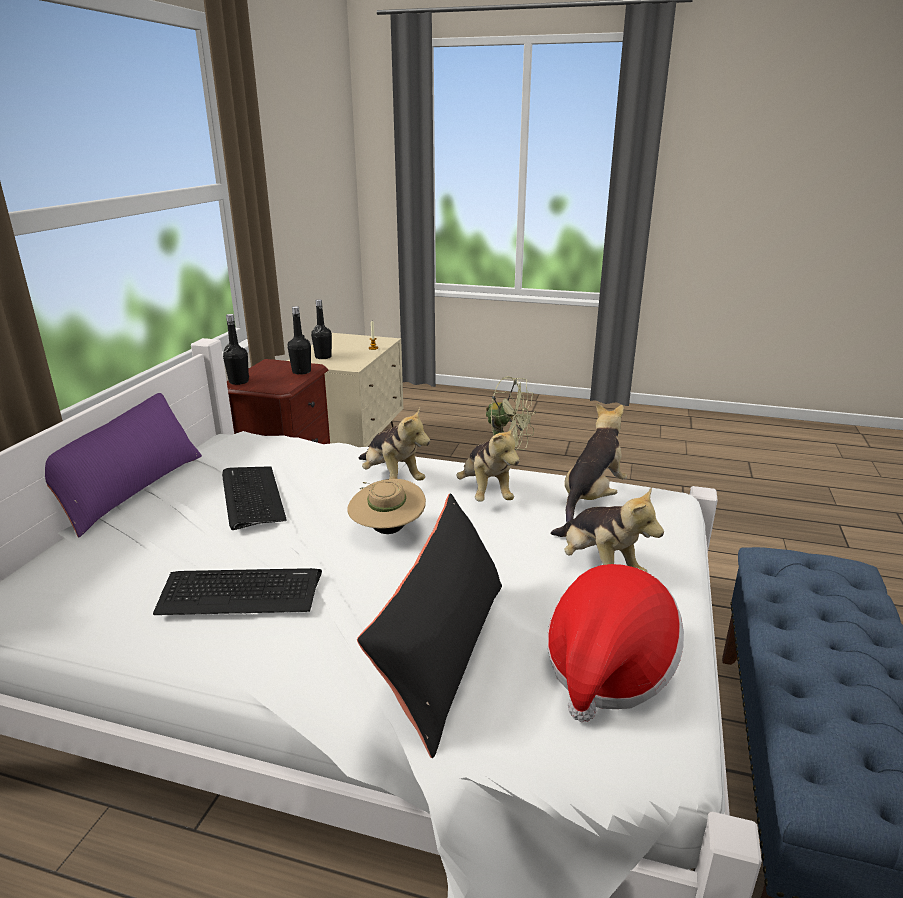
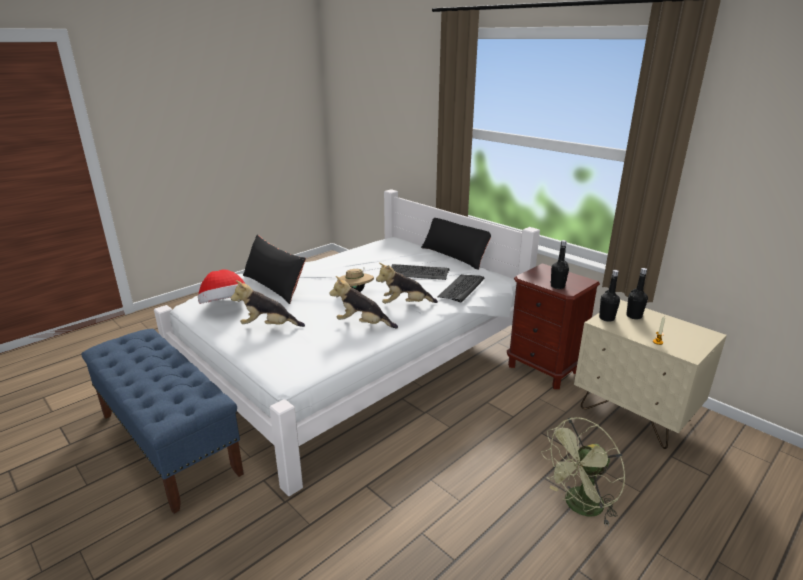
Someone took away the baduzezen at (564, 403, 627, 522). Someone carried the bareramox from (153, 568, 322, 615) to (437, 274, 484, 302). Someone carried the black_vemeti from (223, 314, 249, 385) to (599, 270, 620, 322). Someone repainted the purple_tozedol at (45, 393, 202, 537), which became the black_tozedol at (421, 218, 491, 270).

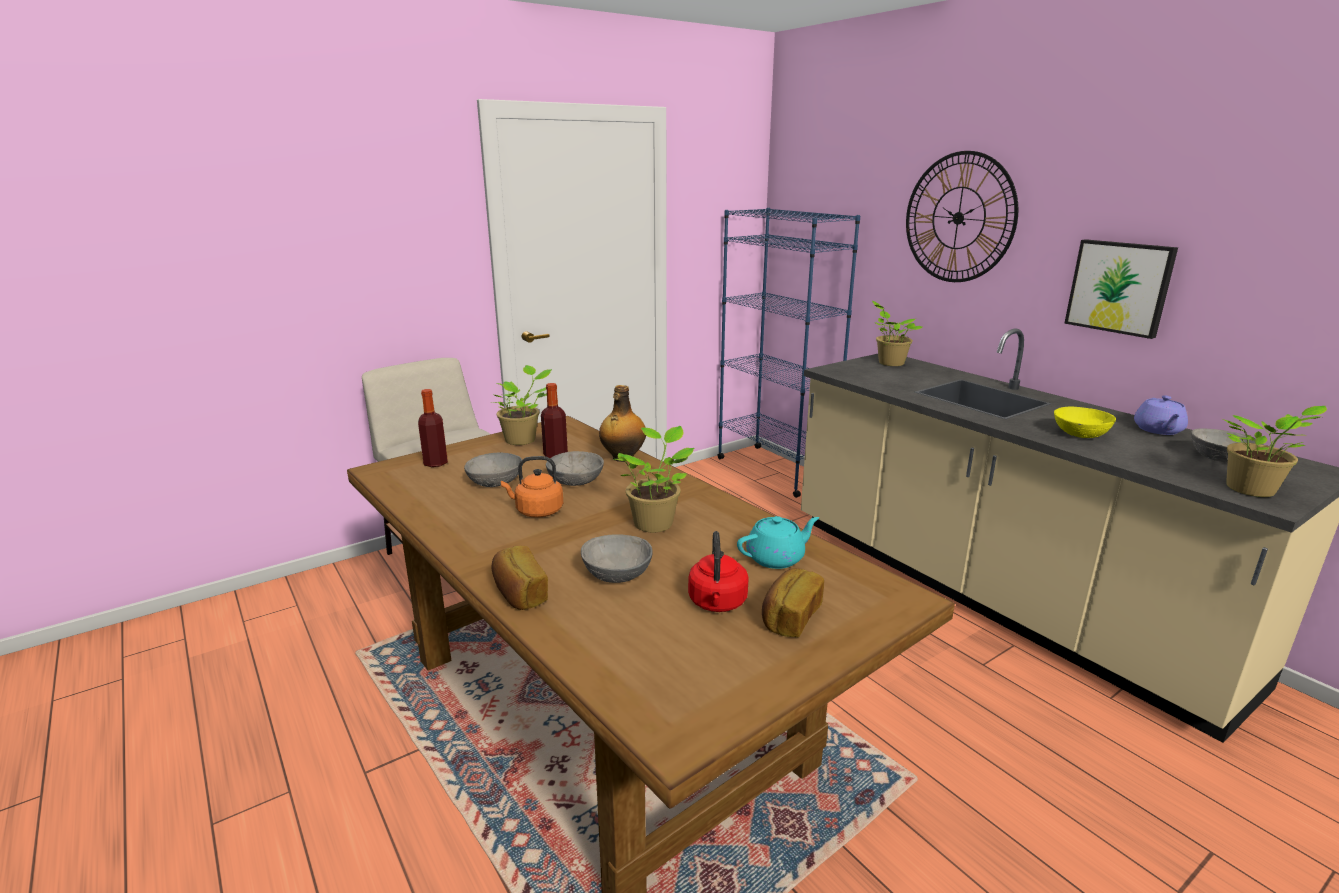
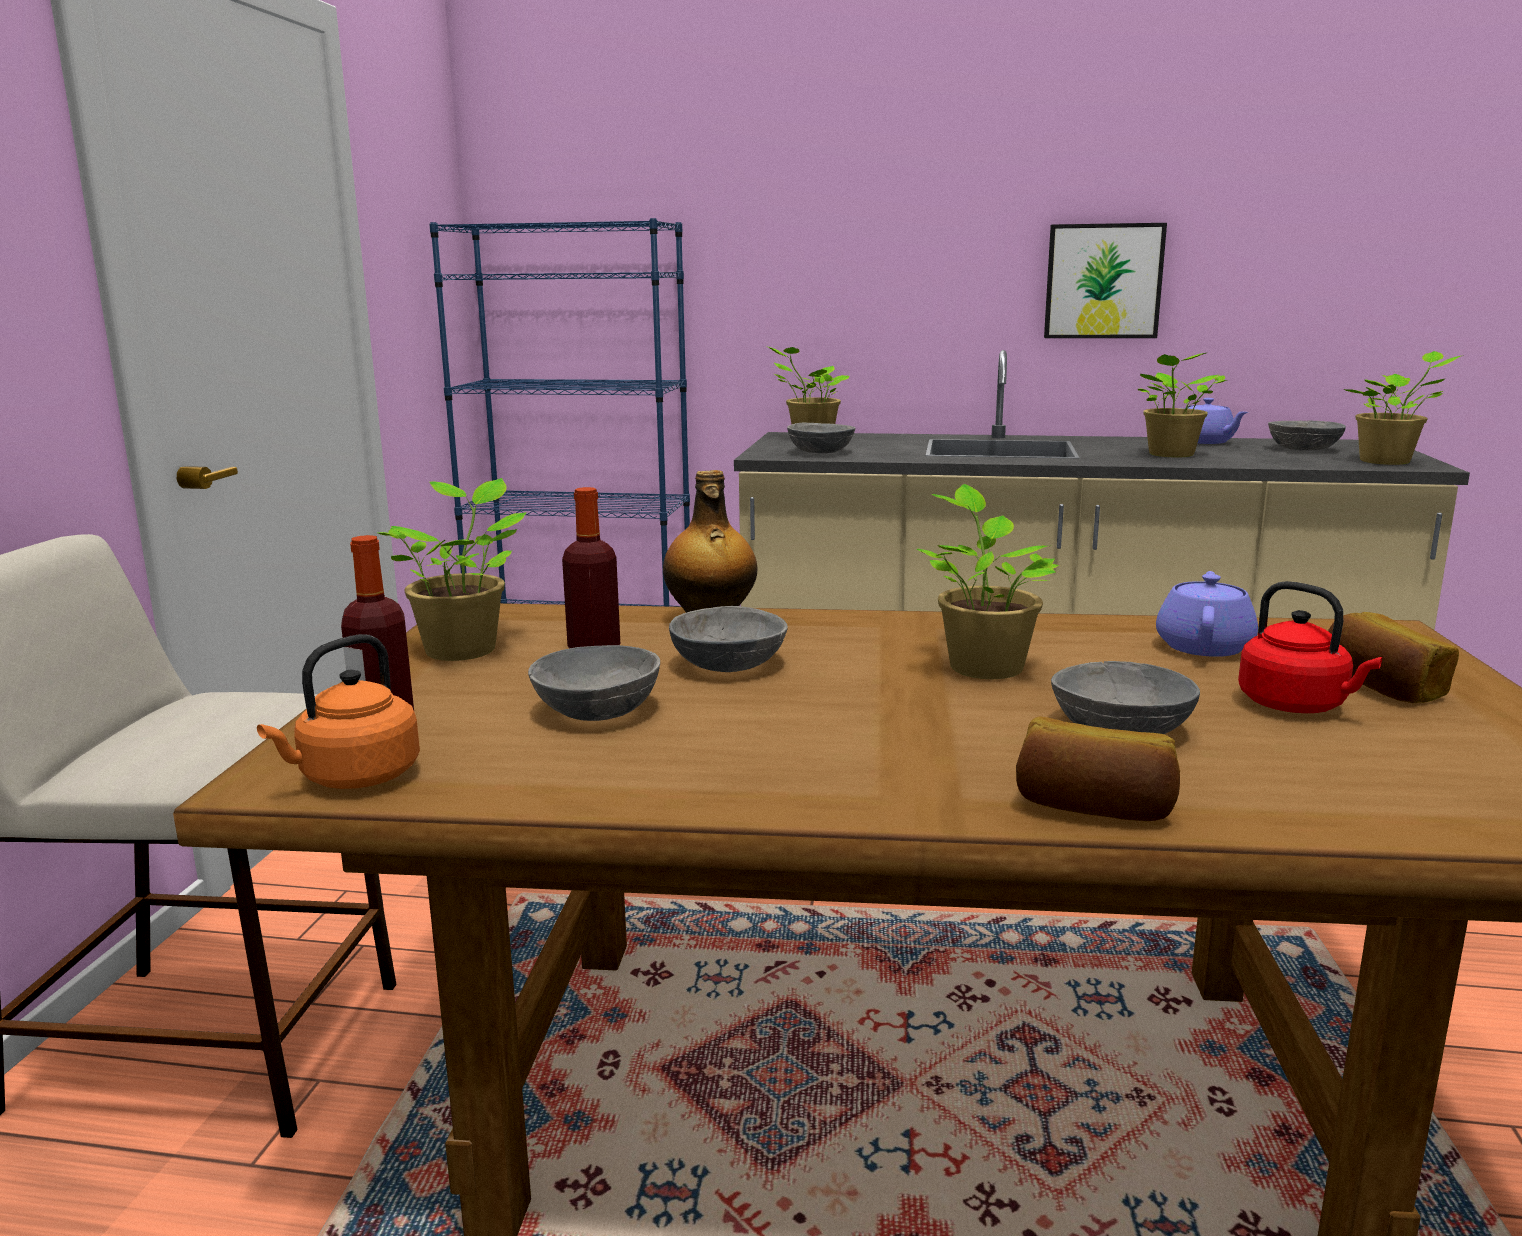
Someone took away the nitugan at (906, 151, 1018, 282). Someone put down the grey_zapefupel at (787, 423, 855, 453). Someone carried the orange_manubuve from (501, 456, 563, 518) to (257, 634, 420, 789). Someone swapped the yellow_zapefupel at (1054, 407, 1116, 438) for the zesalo at (1138, 352, 1226, 457). Someone repainted the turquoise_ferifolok at (737, 516, 819, 569), which became the purple_ferifolok at (1156, 571, 1258, 657).

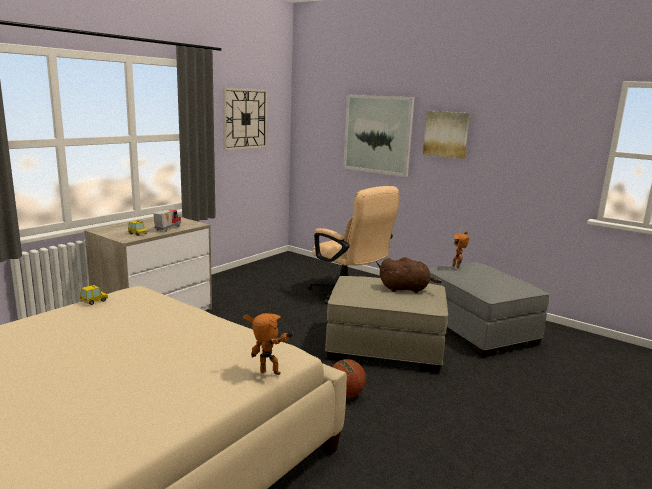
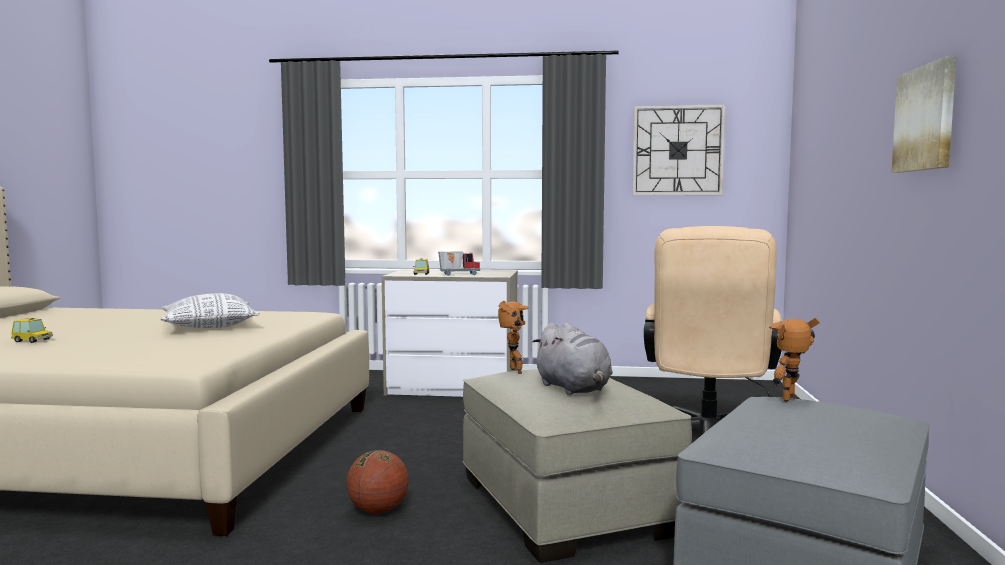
Someone took away the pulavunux at (343, 94, 415, 177). Someone put down the tozedol at (161, 293, 260, 328). Someone carried the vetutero from (80, 285, 108, 305) to (11, 318, 53, 343). Someone carried the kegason from (243, 313, 294, 375) to (498, 301, 528, 374). Someone repainted the brown_baduzezen at (380, 257, 442, 293), which became the grey_baduzezen at (532, 323, 613, 395).

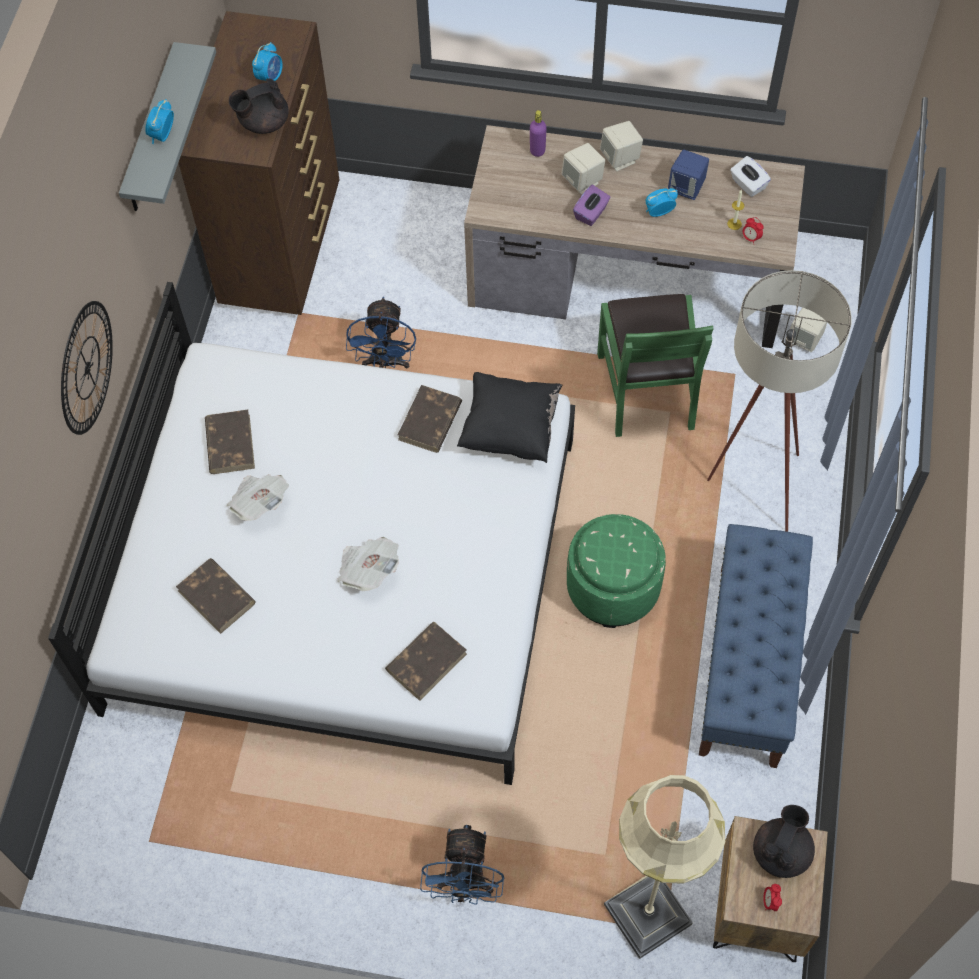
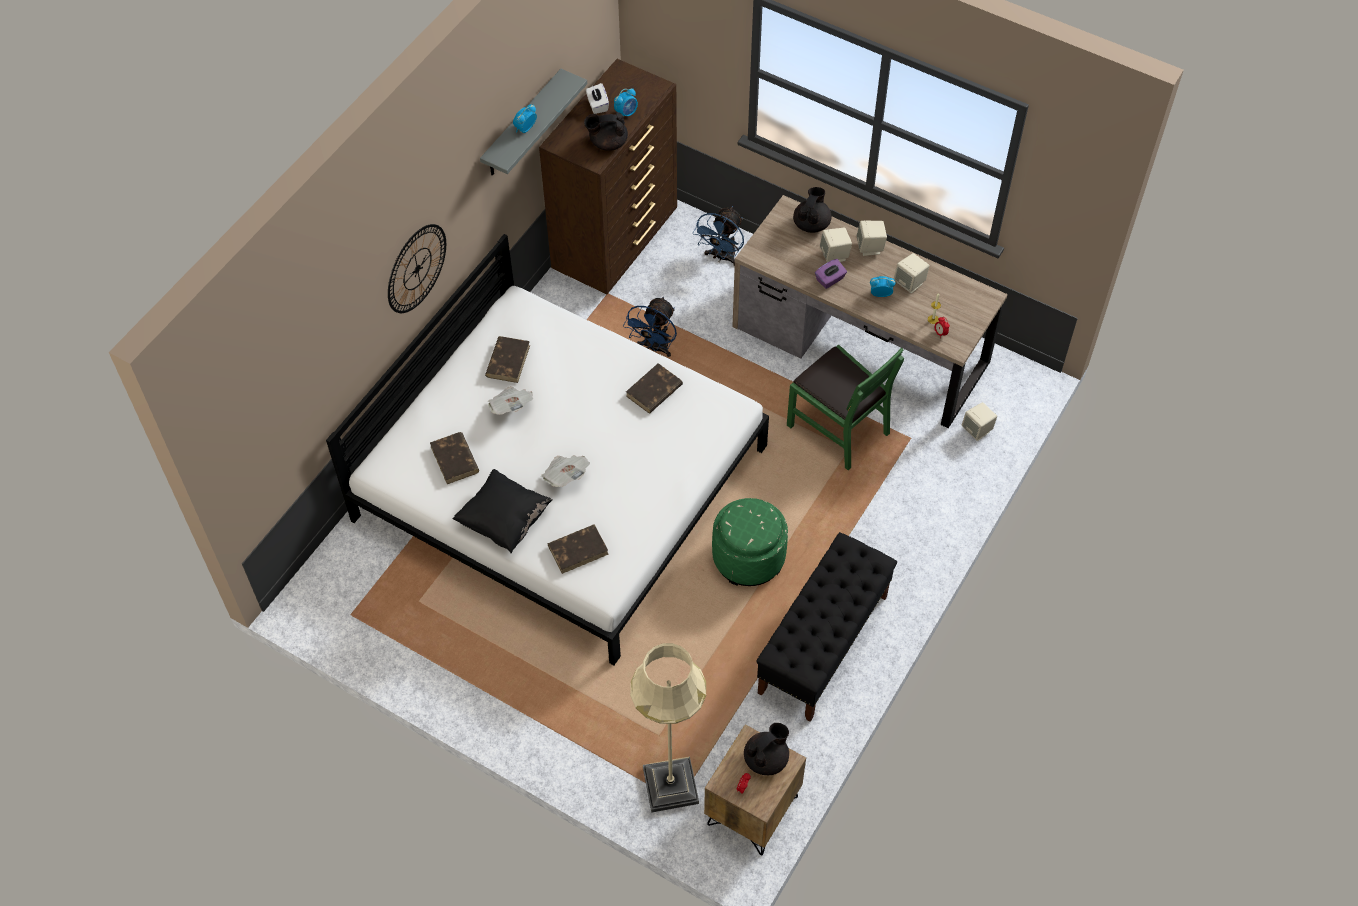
Someone took away the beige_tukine at (707, 270, 851, 532). Someone carried the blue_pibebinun from (420, 825, 504, 905) to (693, 206, 744, 266). Someone carried the black_tozedol from (457, 372, 562, 463) to (452, 469, 553, 553). Someone carried the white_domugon from (730, 156, 771, 197) to (586, 83, 609, 114). Someone swapped the purple_vemeti at (530, 110, 547, 157) for the black_ferifolok at (793, 187, 832, 233). Someone repainted the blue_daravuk at (668, 150, 709, 200), which became the beige_daravuk at (894, 253, 929, 294). Someone repainted the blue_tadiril at (699, 524, 813, 768), which became the black_tadiril at (756, 532, 897, 722). Someone rotated the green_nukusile at (597, 294, 713, 437) by 60 degrees counterclockwise.

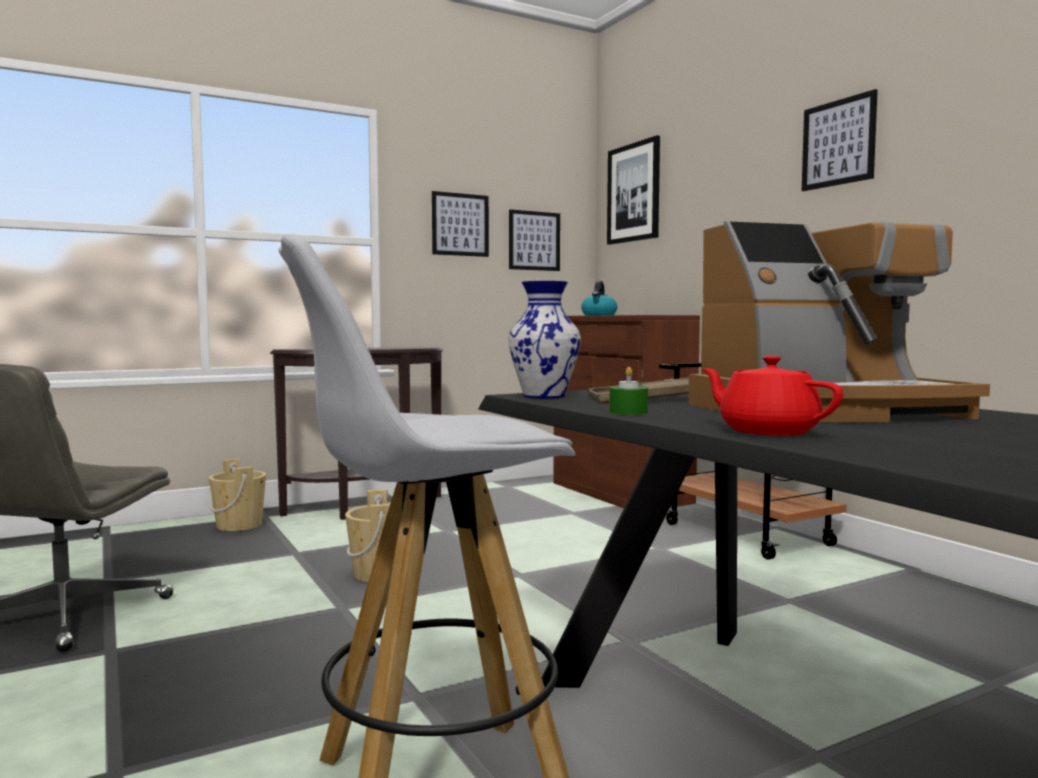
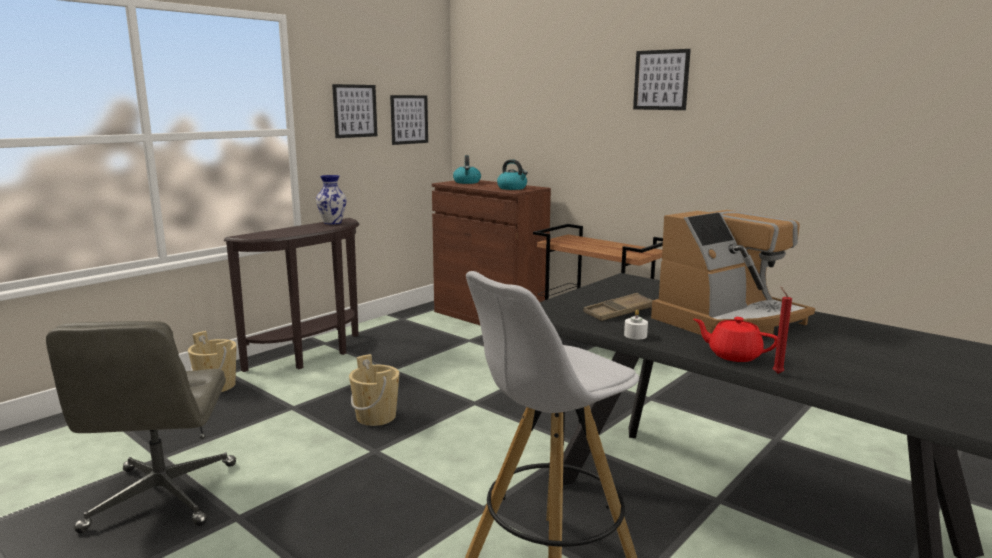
Someone took away the pulavunux at (607, 135, 660, 245). Someone put down the manubuve at (497, 159, 528, 190). Someone put down the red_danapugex at (773, 287, 792, 374). Someone carried the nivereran from (508, 281, 581, 399) to (316, 175, 347, 224). Someone repainted the green_danapugex at (609, 367, 648, 415), which became the white_danapugex at (624, 310, 648, 340).

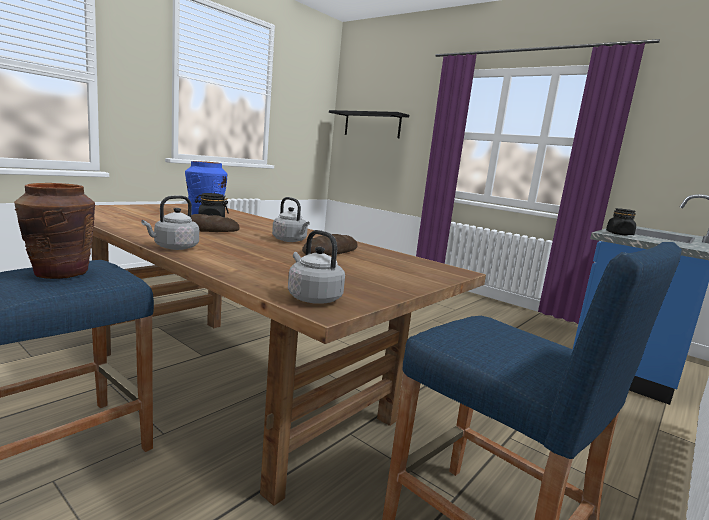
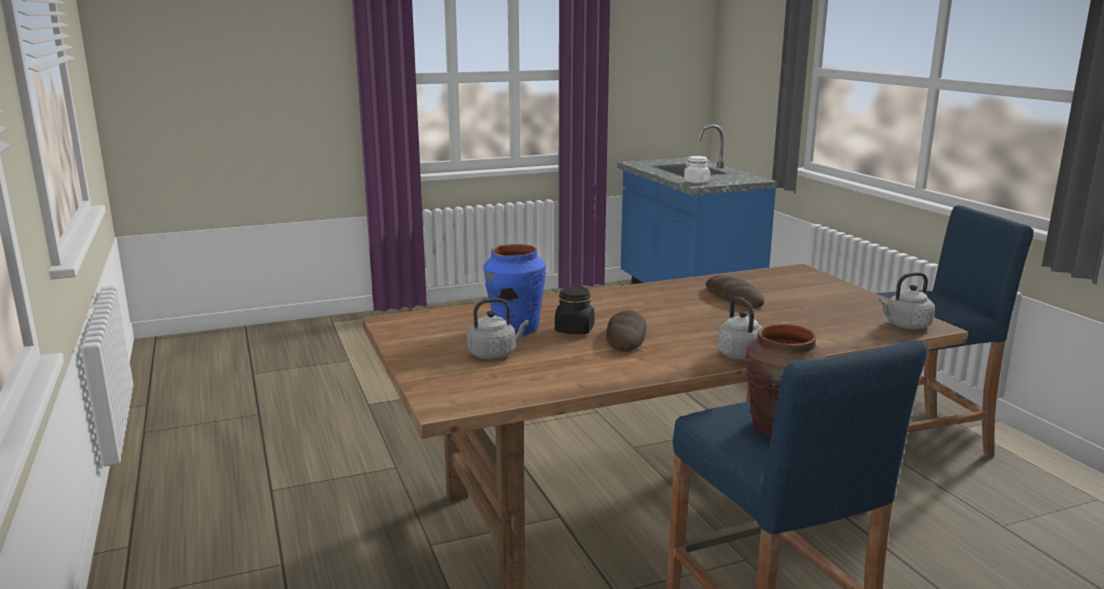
Someone took away the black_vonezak at (329, 110, 409, 138). Someone carried the grey_manubuve from (272, 197, 310, 242) to (467, 298, 529, 359). Someone repainted the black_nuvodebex at (606, 208, 636, 235), which became the white_nuvodebex at (684, 156, 711, 183).

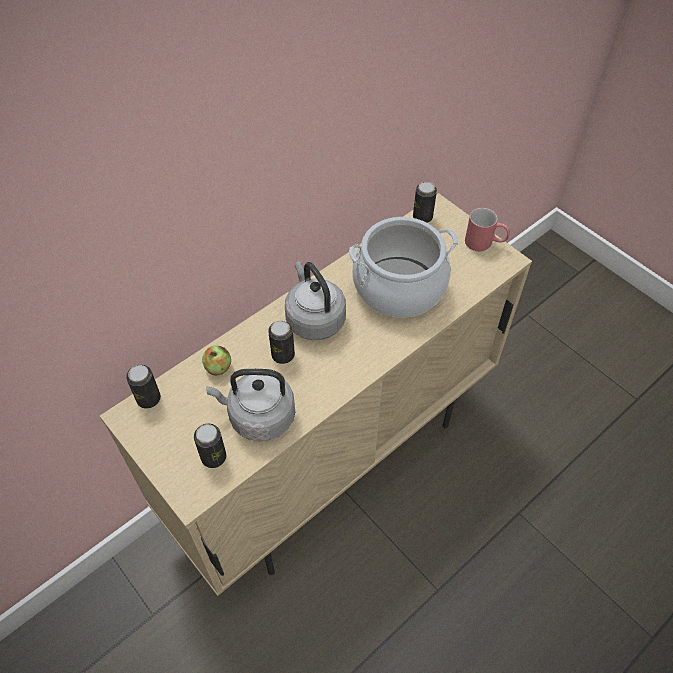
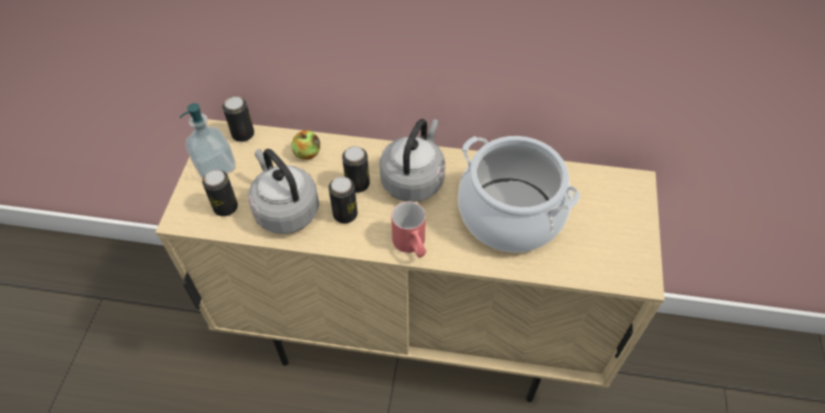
Someone put down the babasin at (179, 103, 235, 179). Someone carried the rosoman from (413, 182, 437, 223) to (329, 177, 358, 223). Someone carried the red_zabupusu from (465, 208, 510, 251) to (391, 201, 426, 258).

